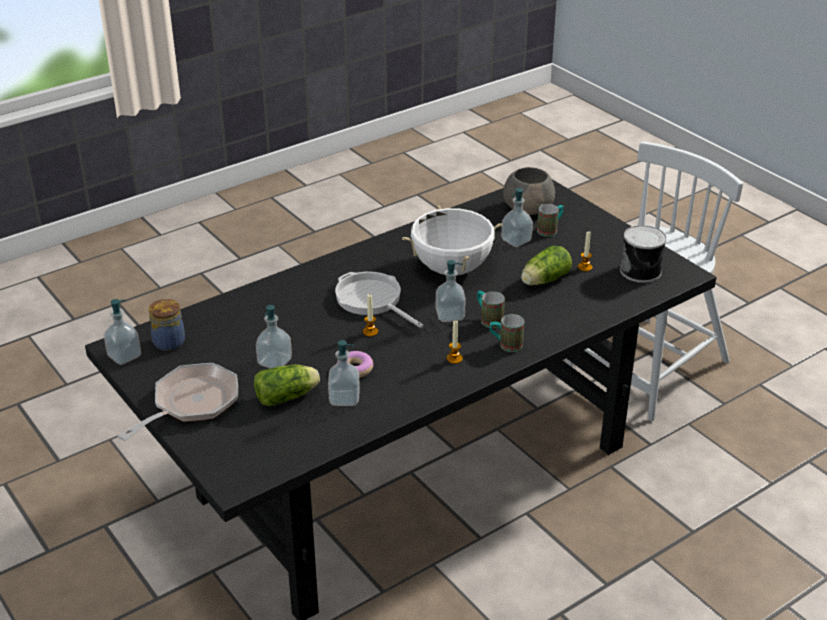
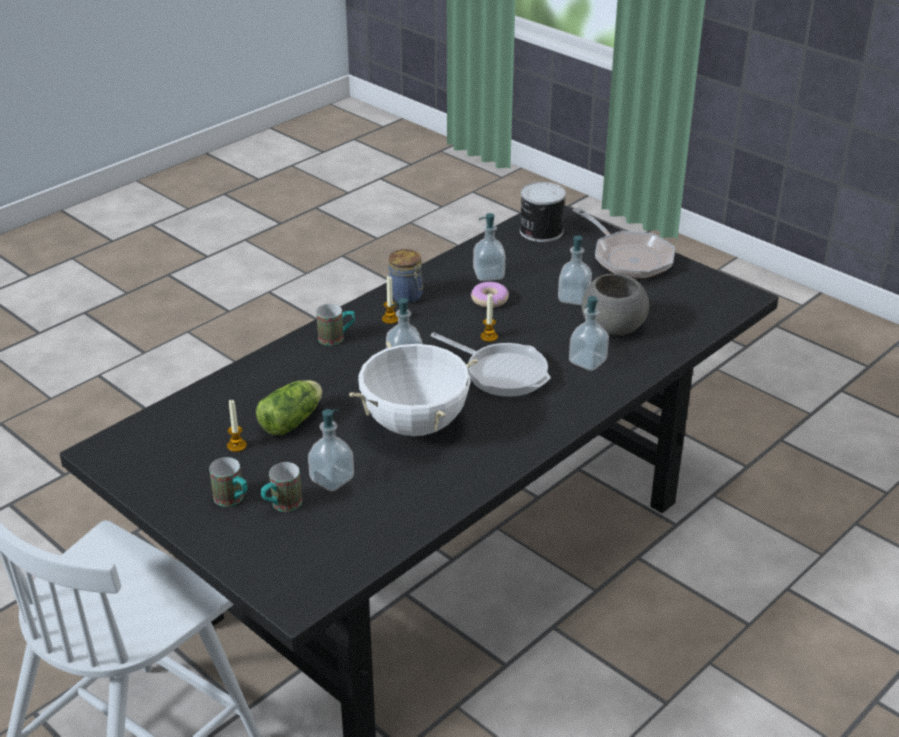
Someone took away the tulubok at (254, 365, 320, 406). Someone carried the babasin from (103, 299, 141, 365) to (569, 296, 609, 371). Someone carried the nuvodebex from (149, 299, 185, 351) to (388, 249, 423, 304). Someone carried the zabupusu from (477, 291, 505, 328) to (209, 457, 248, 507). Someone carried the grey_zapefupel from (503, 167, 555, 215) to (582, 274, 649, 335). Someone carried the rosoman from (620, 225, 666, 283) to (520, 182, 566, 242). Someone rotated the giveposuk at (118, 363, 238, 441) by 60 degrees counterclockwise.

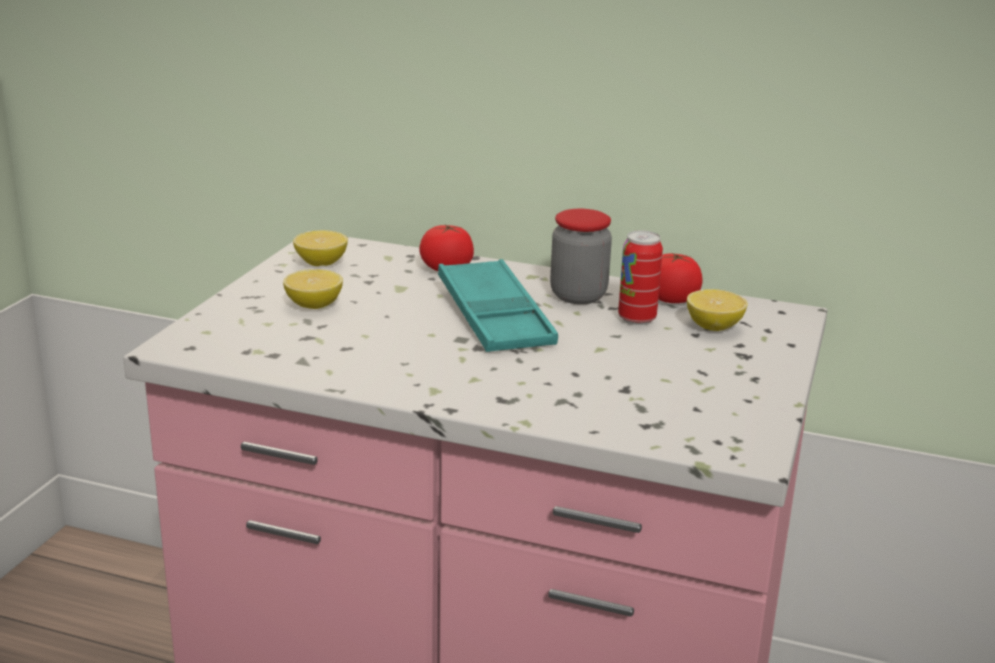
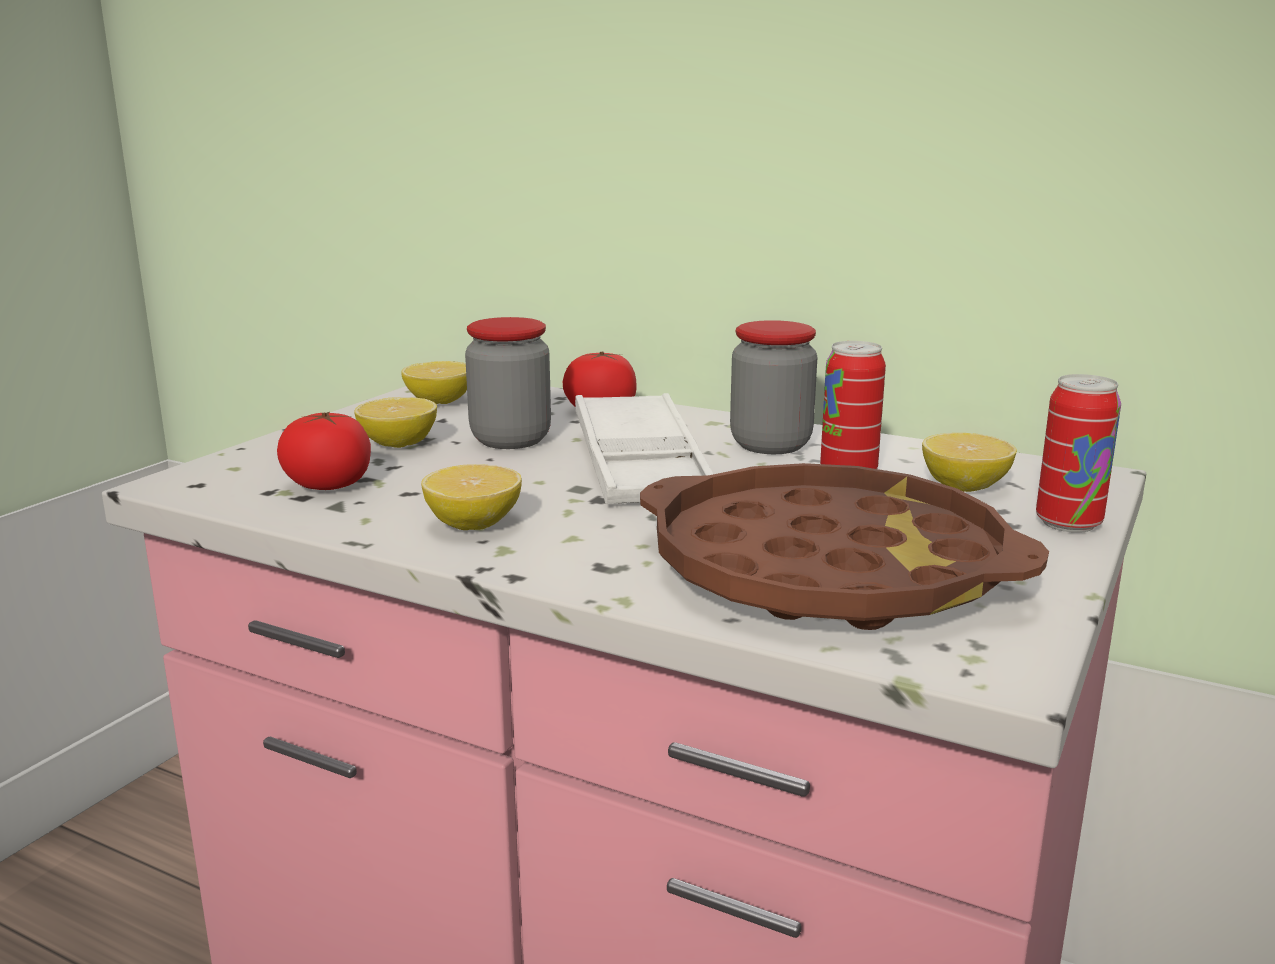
Someone put down the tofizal at (421, 464, 522, 530). Someone put down the nuvodebex at (465, 317, 551, 449). Someone put down the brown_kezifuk at (640, 463, 1049, 630). Someone put down the rosoman at (1036, 374, 1121, 533). Someone carried the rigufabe from (658, 253, 703, 303) to (277, 412, 371, 490). Someone repainted the turquoise_kezifuk at (438, 259, 558, 352), which became the white_kezifuk at (575, 393, 714, 504).

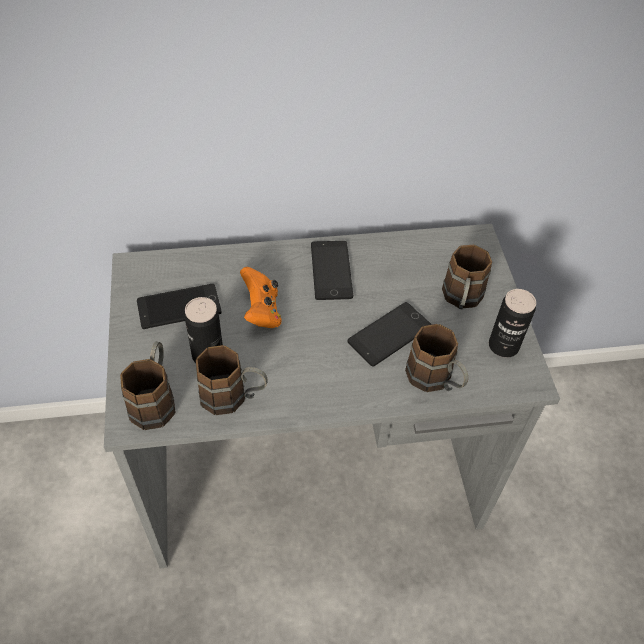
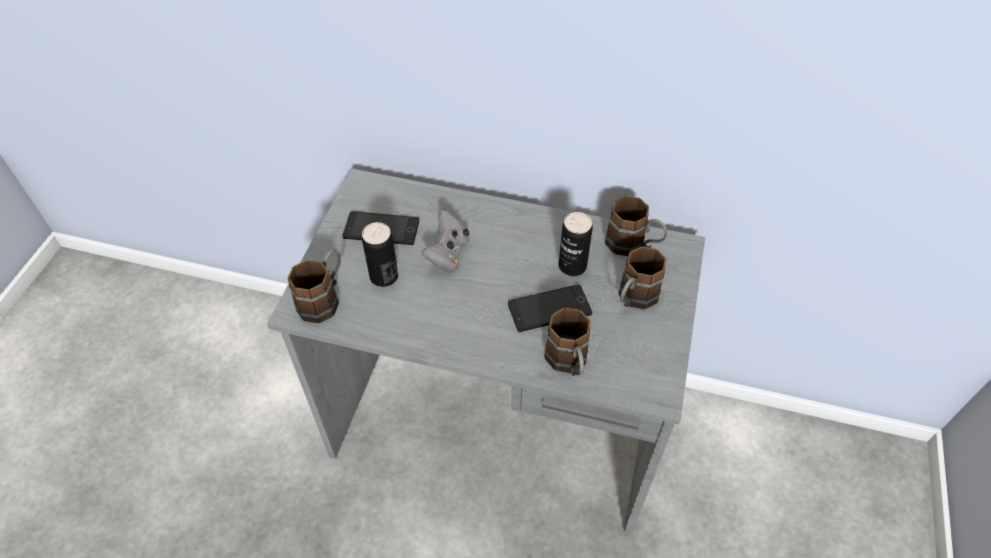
Someone took away the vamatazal at (311, 241, 353, 300). Someone carried the brown_zabupusu from (196, 345, 268, 415) to (605, 196, 667, 256). Someone carried the rosoman from (489, 289, 536, 357) to (559, 212, 593, 276). Someone repainted the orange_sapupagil at (240, 267, 281, 328), which became the grey_sapupagil at (421, 210, 469, 271).

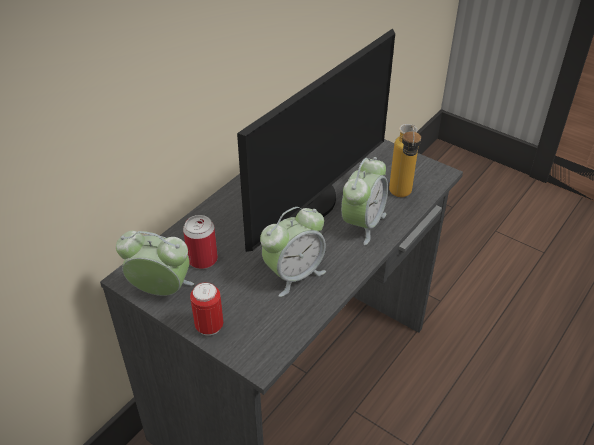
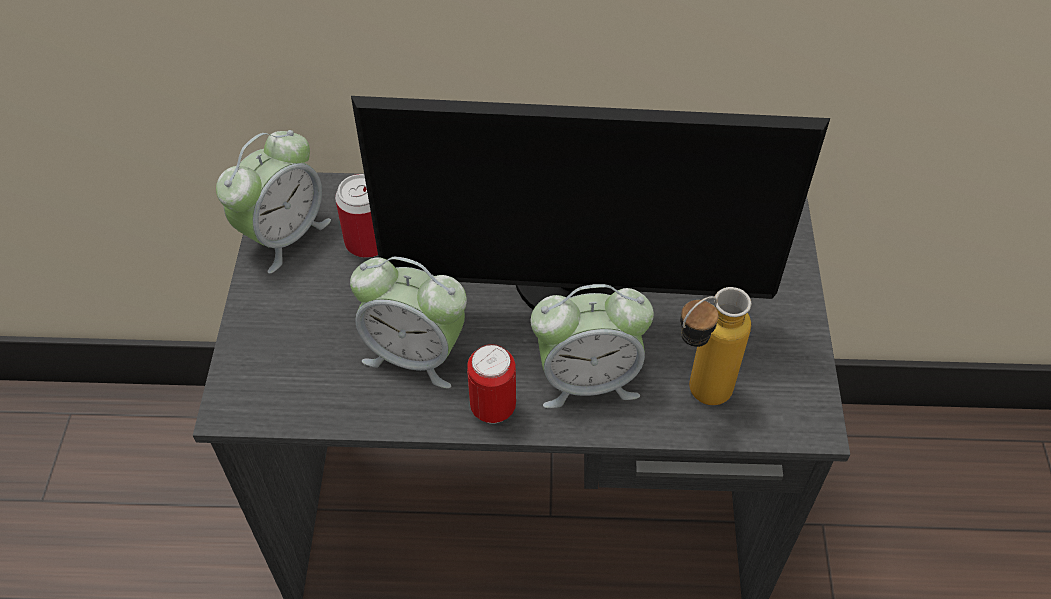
Someone carried the rosoman from (190, 282, 223, 336) to (467, 344, 516, 424). Someone rotated the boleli at (116, 231, 194, 296) by 60 degrees clockwise.

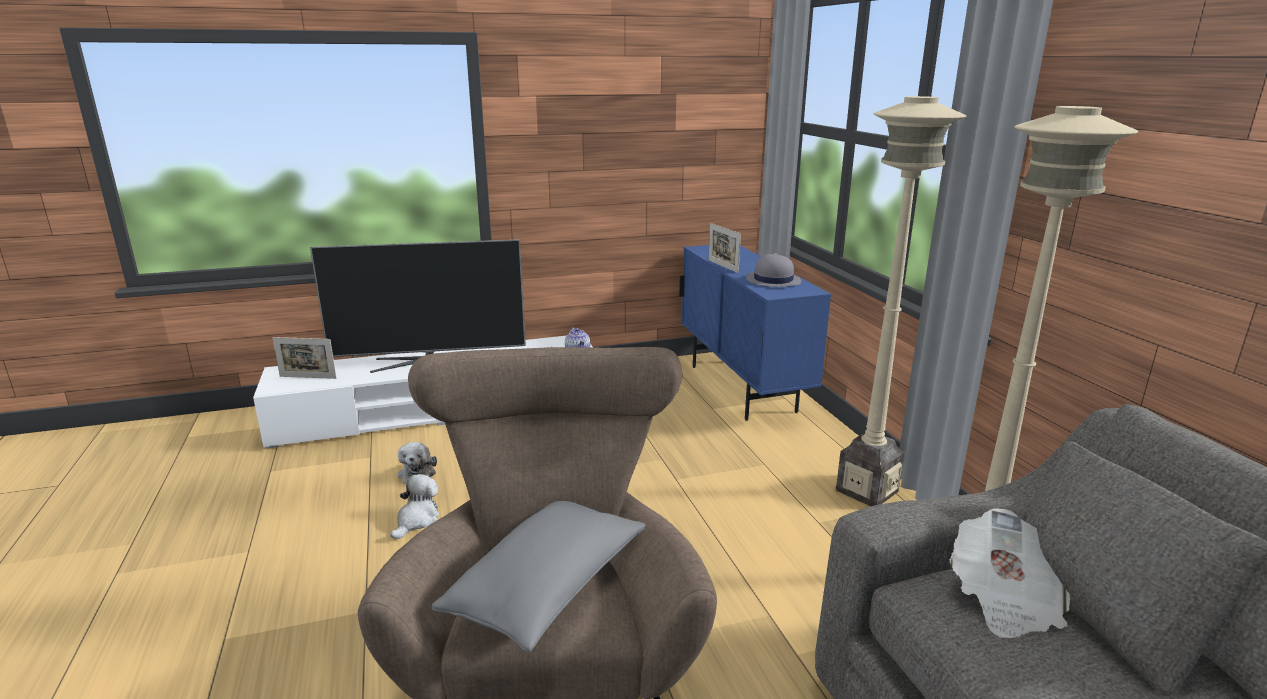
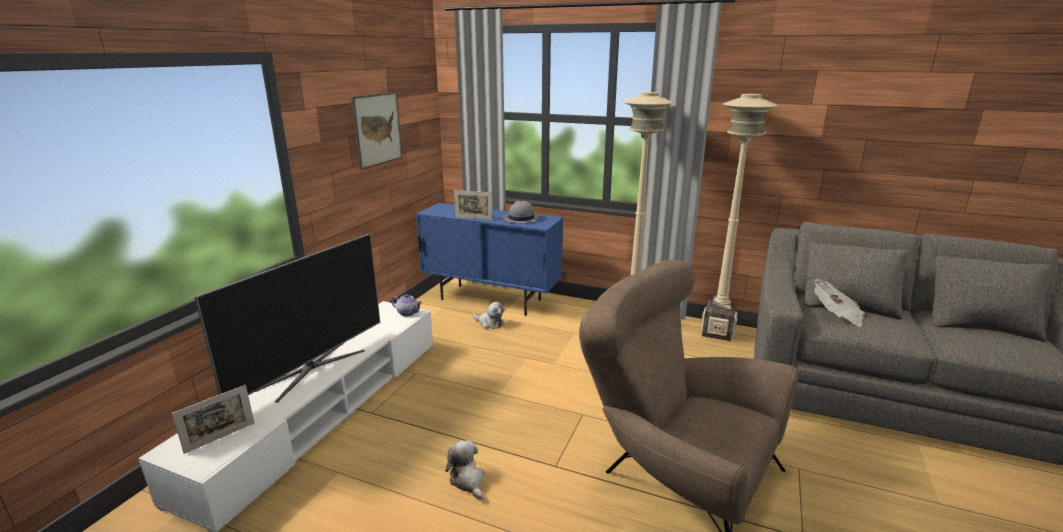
Someone took away the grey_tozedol at (432, 501, 646, 652). Someone put up the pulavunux at (351, 92, 403, 170). Someone carried the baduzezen from (398, 442, 437, 483) to (473, 302, 504, 329).

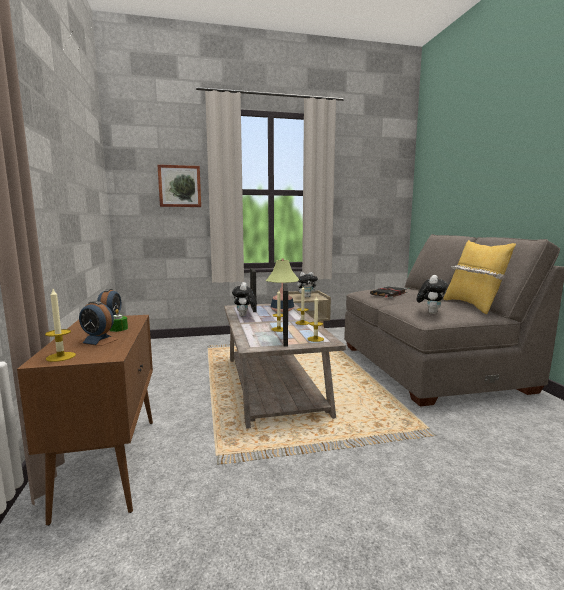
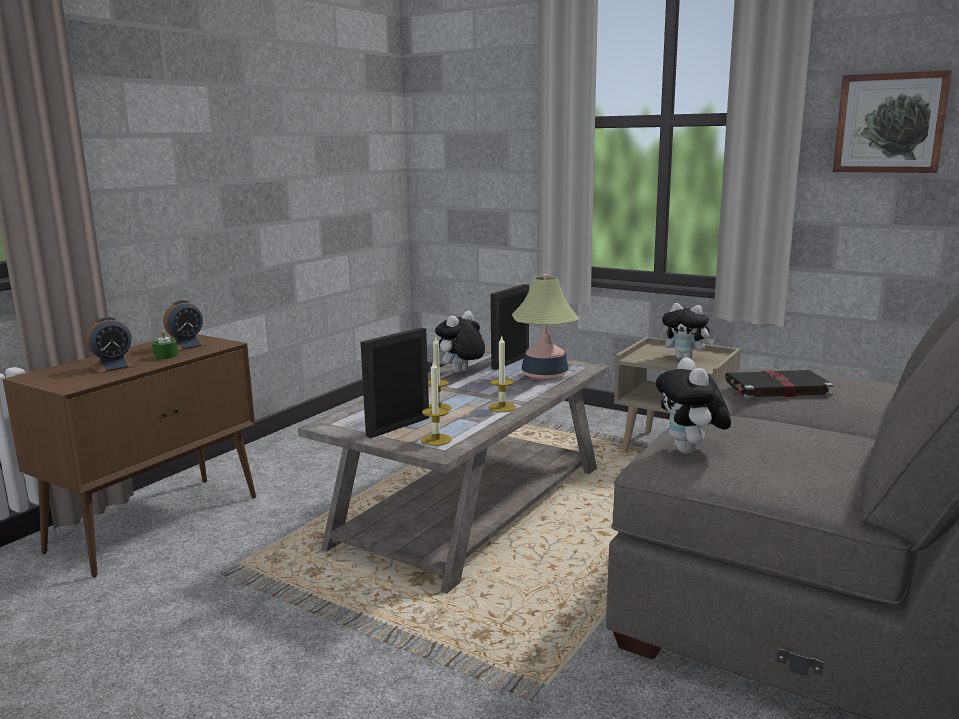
Someone took away the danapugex at (45, 289, 76, 362). Someone took away the yellow_tozedol at (443, 240, 516, 314). Someone carried the pulavunux from (157, 164, 201, 207) to (833, 70, 952, 173). Someone rotated the boleli at (79, 301, 118, 346) by 105 degrees counterclockwise. Someone rotated the baduzezen at (417, 275, 448, 314) by 105 degrees clockwise.

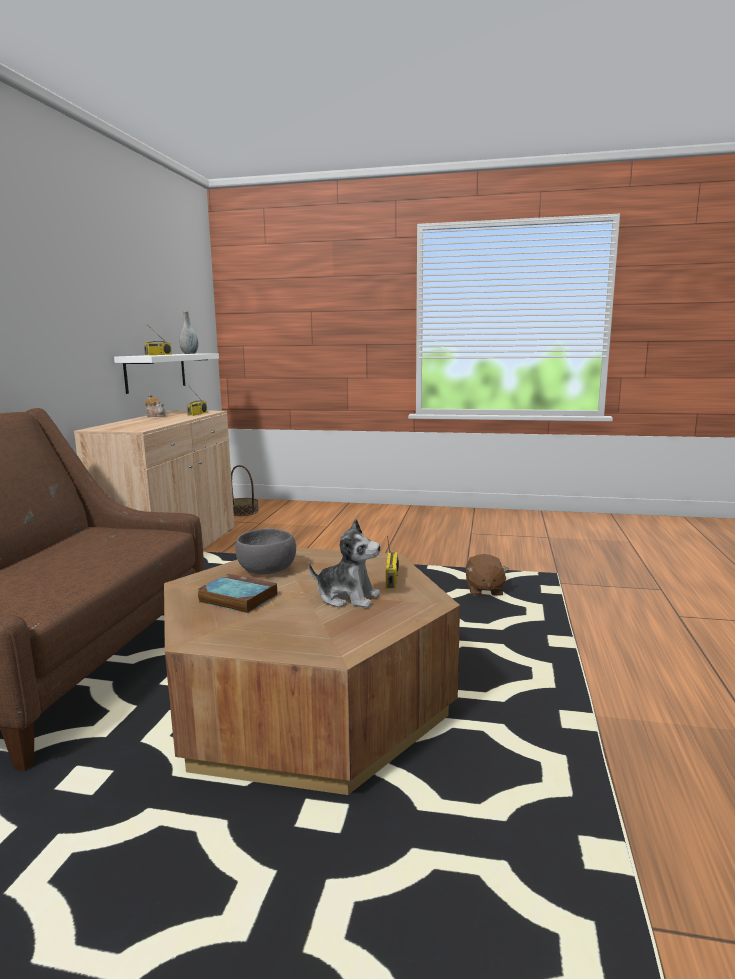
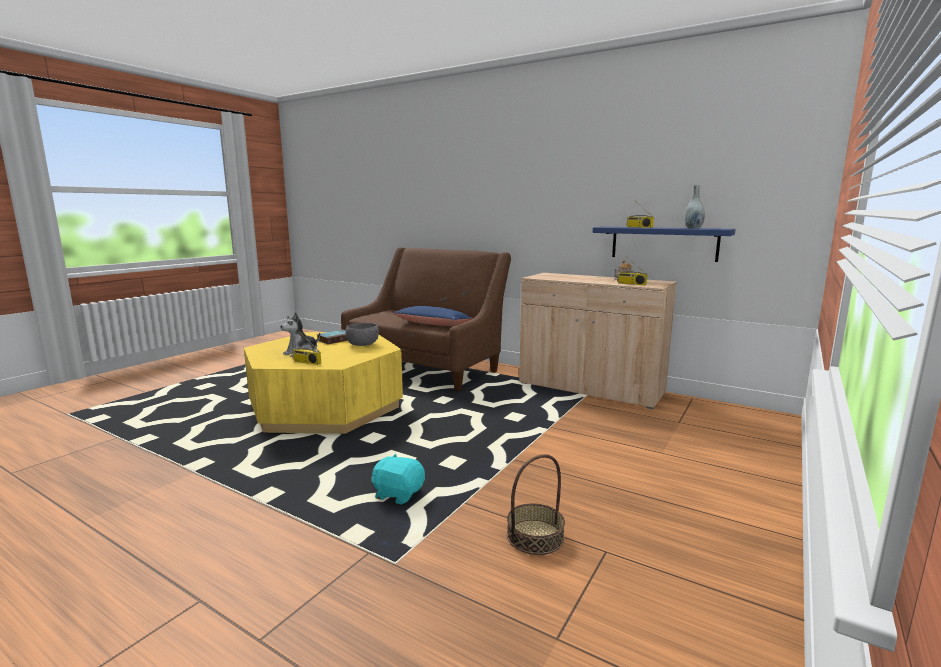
Someone put down the blue_tozedol at (393, 306, 473, 326). Someone carried the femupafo from (231, 465, 259, 516) to (507, 454, 565, 555). Someone repainted the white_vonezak at (114, 353, 219, 394), which became the blue_vonezak at (593, 227, 736, 262). Someone repainted the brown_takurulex at (164, 548, 460, 795), which became the yellow_takurulex at (244, 332, 403, 434). Someone repainted the brown_baduzezen at (466, 554, 509, 596), which became the turquoise_baduzezen at (372, 453, 425, 505).

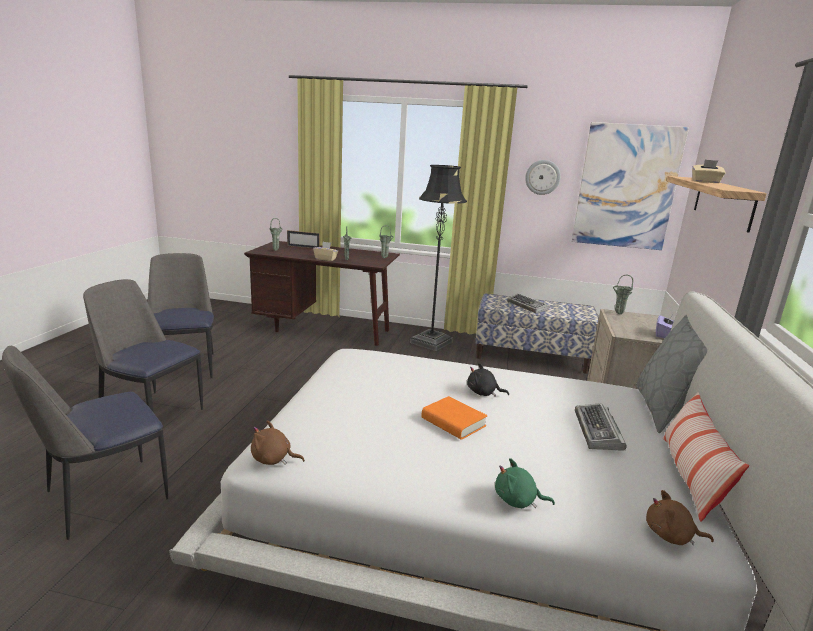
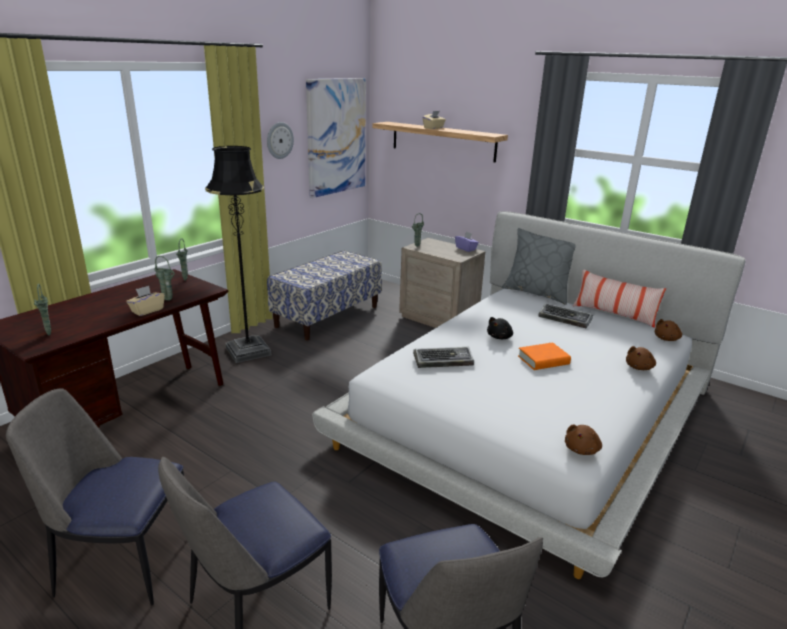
Someone took away the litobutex at (287, 230, 320, 248). Someone carried the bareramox from (507, 293, 550, 313) to (413, 347, 474, 368). Someone repainted the green_baduzezen at (495, 458, 555, 508), which became the brown_baduzezen at (626, 346, 656, 370).

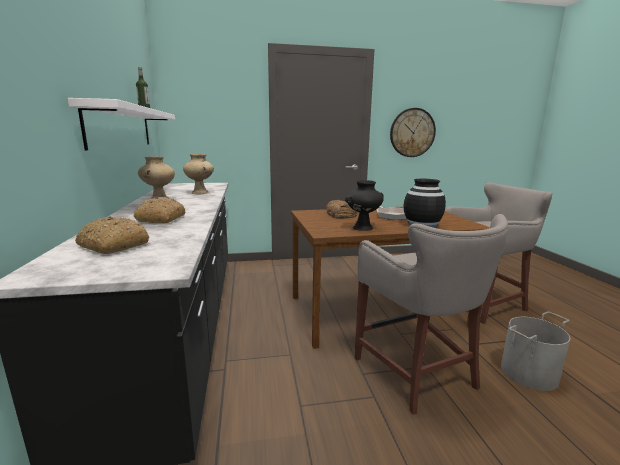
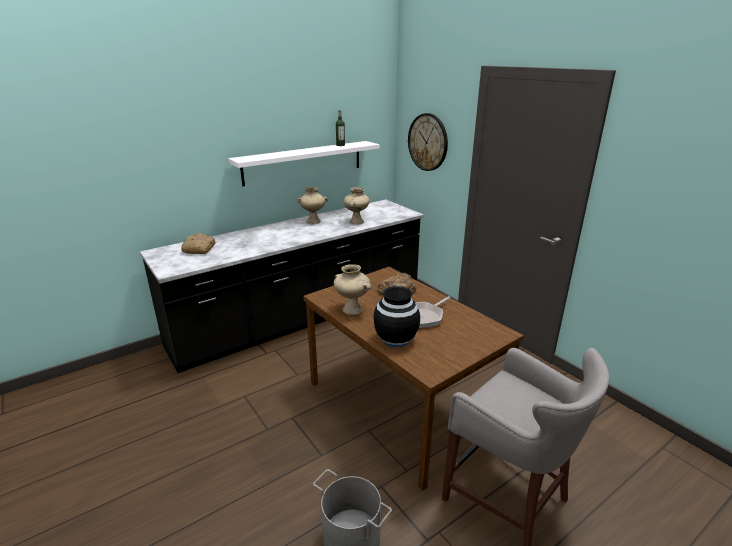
Someone took away the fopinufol at (134, 197, 185, 223). Someone took away the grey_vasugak at (354, 214, 508, 415). Someone carried the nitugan from (390, 108, 436, 157) to (408, 113, 448, 171). Someone repainted the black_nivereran at (345, 180, 384, 231), which became the beige_nivereran at (334, 264, 371, 315).

